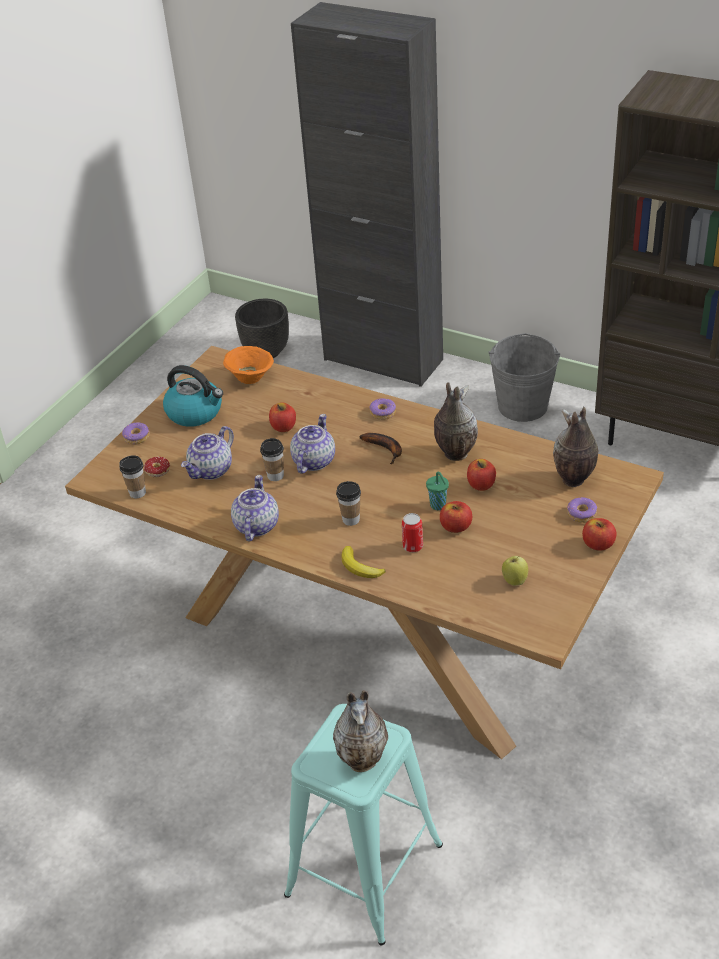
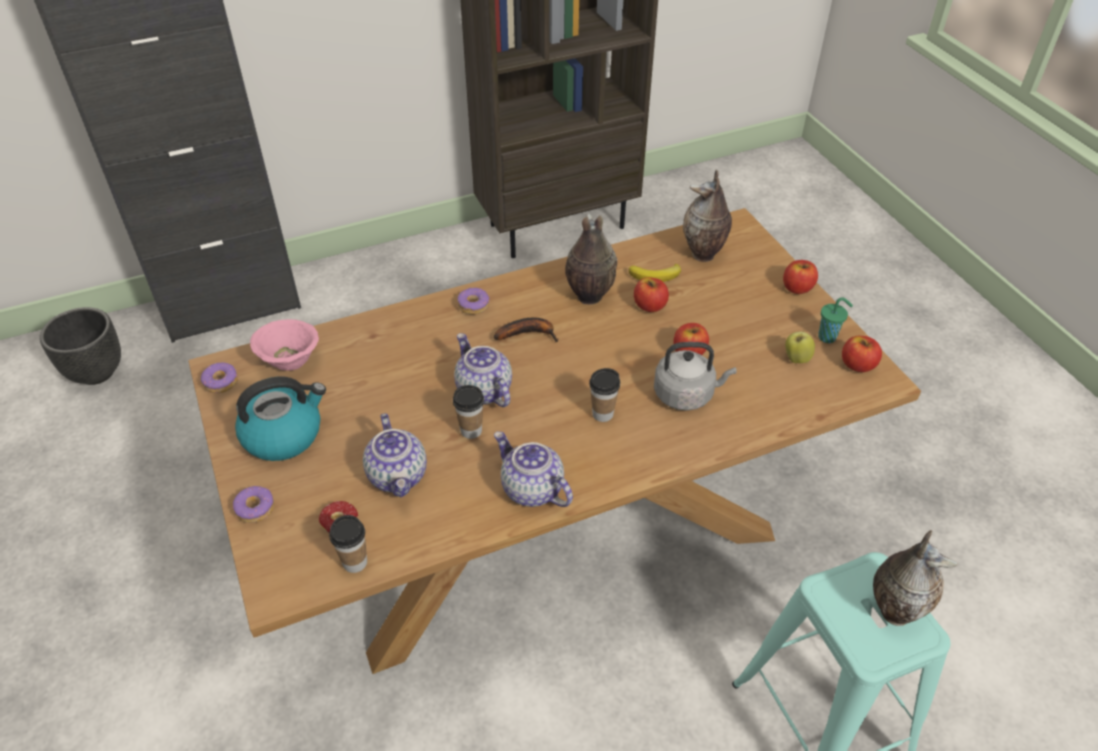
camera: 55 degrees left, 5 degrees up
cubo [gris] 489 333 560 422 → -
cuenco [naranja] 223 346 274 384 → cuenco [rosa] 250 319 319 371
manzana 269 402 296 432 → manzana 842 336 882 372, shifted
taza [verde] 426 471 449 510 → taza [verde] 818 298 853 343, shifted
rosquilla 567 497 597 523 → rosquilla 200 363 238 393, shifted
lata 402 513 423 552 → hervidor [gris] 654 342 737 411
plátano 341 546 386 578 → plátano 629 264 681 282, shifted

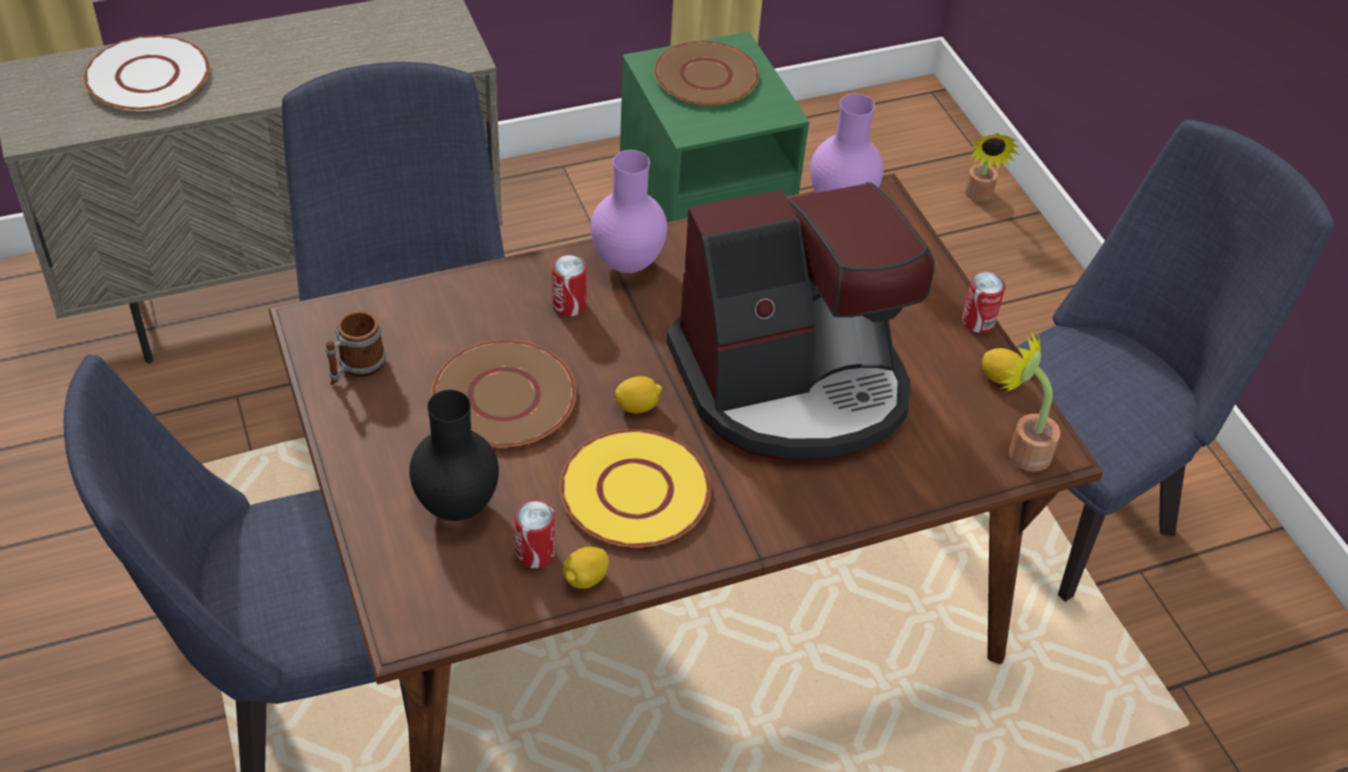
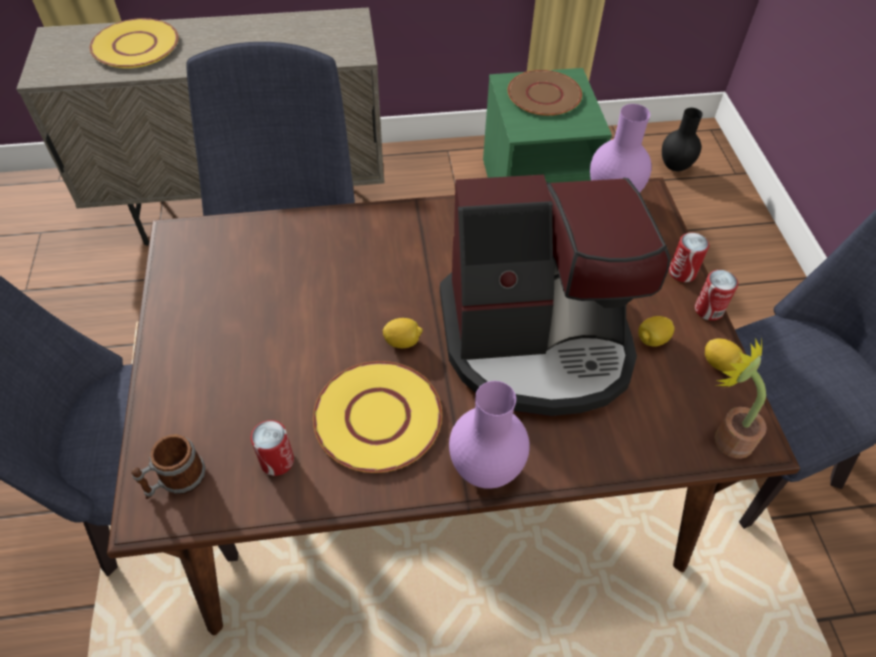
camera: 15 degrees right, 5 degrees up
plato [blanco] 84 35 210 111 → plato [amarillo] 90 18 179 68
planta en maceta 965 133 1019 202 → -
florero [morado] 591 150 667 273 → florero [morado] 449 381 530 489, shifted
lata 552 255 587 316 → lata 669 233 709 282, shifted
taza grande 325 310 386 385 → taza grande 132 434 206 499, shifted
plato [marrón] 431 340 576 447 → -
florero [negro] 409 390 499 521 → florero [negro] 662 108 703 171, shifted
limón 563 547 609 589 → limón 638 316 674 347, shifted

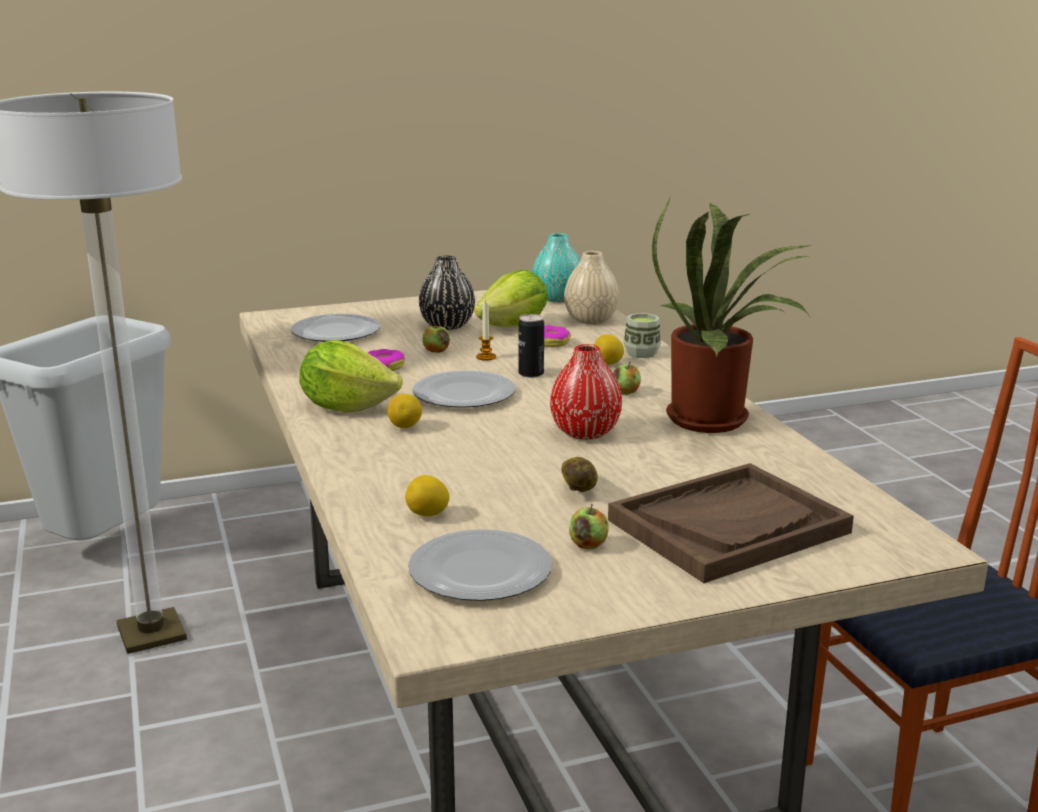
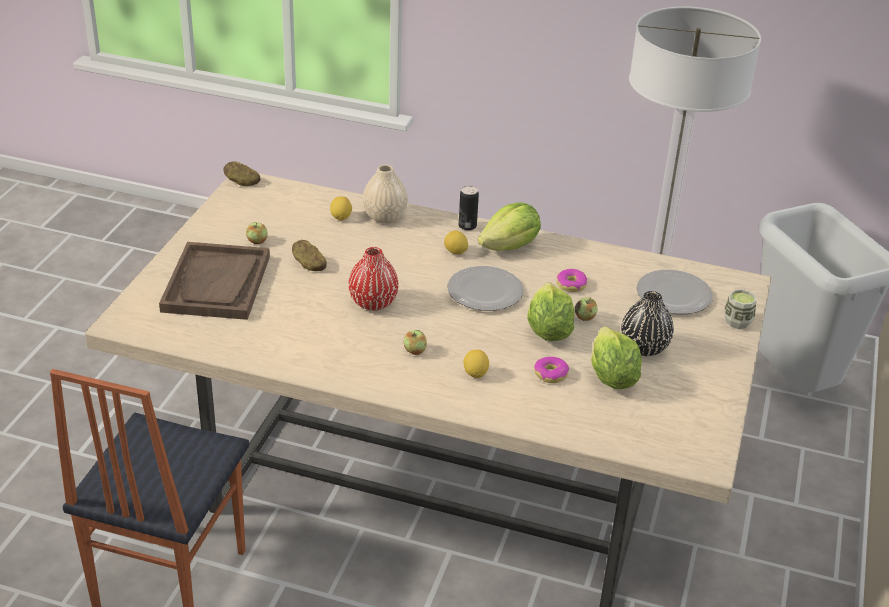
camera: 125 degrees right, 15 degrees up
planta en maceta 652 196 810 433 → -
florero [turquesa] 532 233 580 302 → -
florero [beis] 564 251 619 324 → florero [beis] 362 164 408 223, shifted
vela 476 301 496 361 → lechuga 527 283 575 341
taza 623 313 661 358 → taza 724 289 757 329, shifted
lata 518 314 544 378 → lata 459 185 479 231, shifted
plato 408 529 552 601 → -
- → patata 223 161 260 186

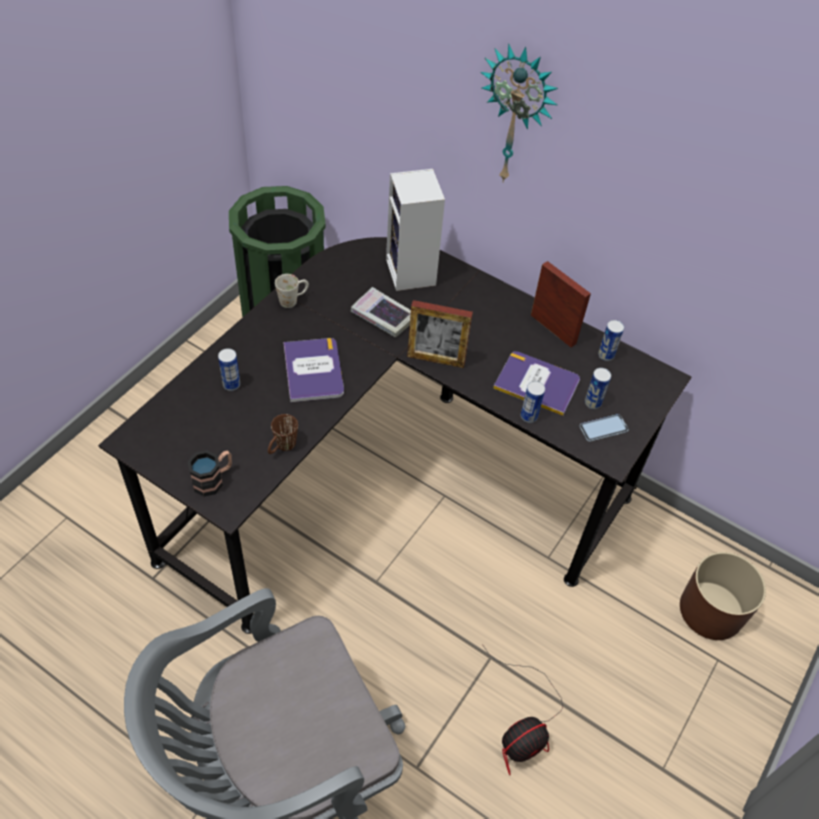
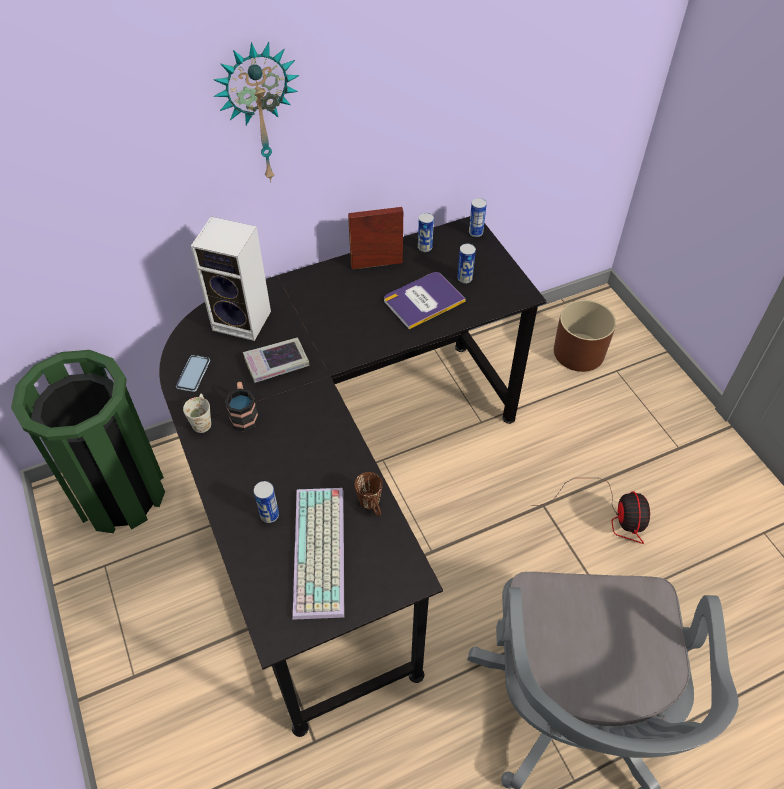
camera: 55 degrees left, 0 degrees up
portarretratos 407 300 473 368 → -
libro 283 338 344 402 → -
lata 521 381 545 423 → lata 469 198 487 237, shifted
móvil 579 414 629 442 → móvil 176 355 210 392, shifted
taza grande 188 450 232 496 → taza grande 225 382 259 432, shifted
- → teclado 292 488 344 620

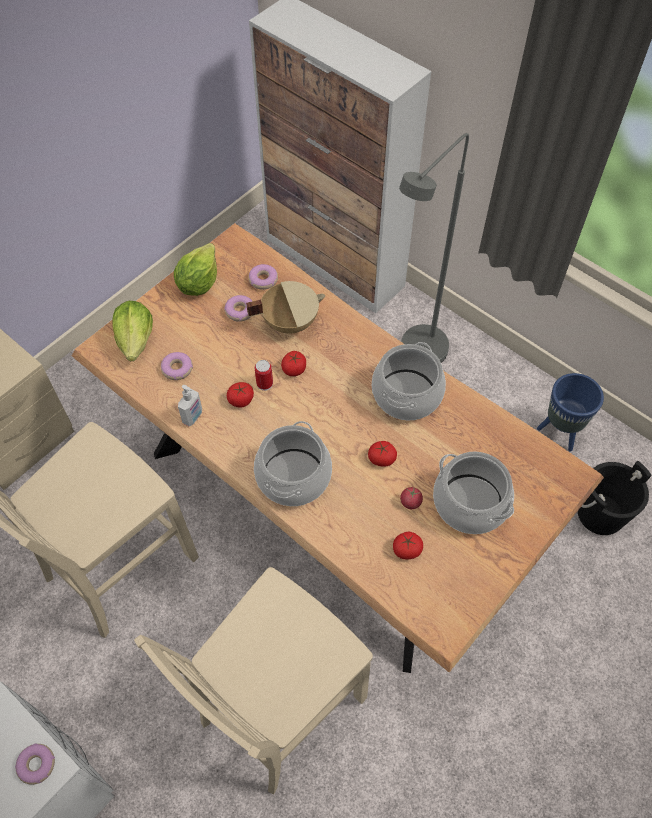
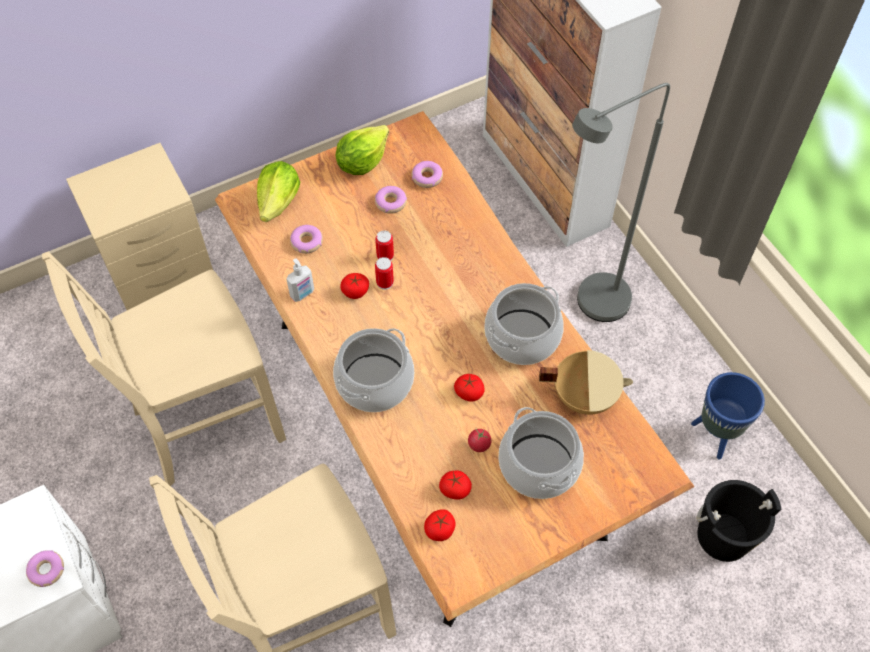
camera: 20 degrees right, 0 degrees up
olla [beis] 246 281 325 334 → olla [beis] 539 350 633 415, shifted
tomate 281 351 306 376 → tomate 424 509 456 541, shifted
- → lata 375 230 394 261

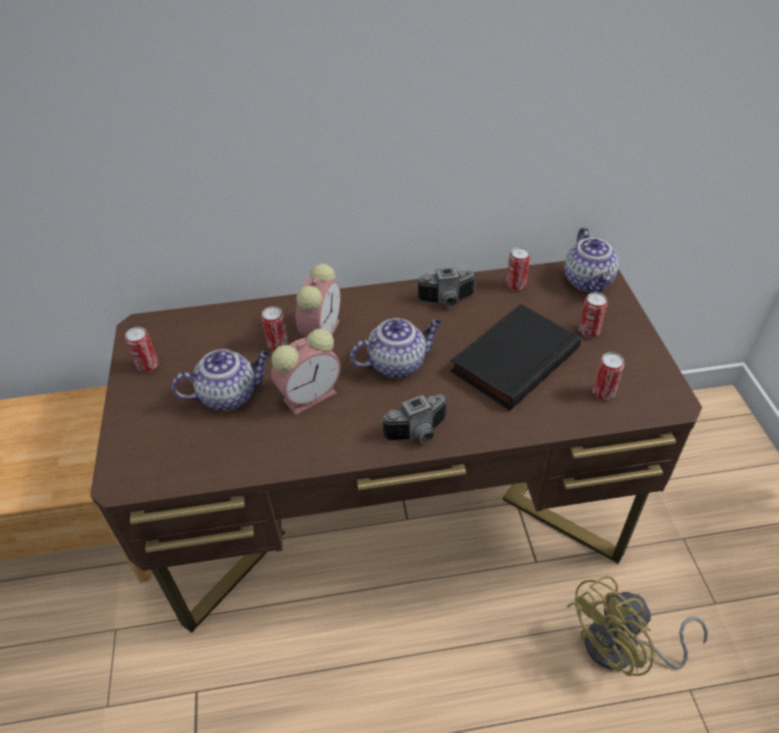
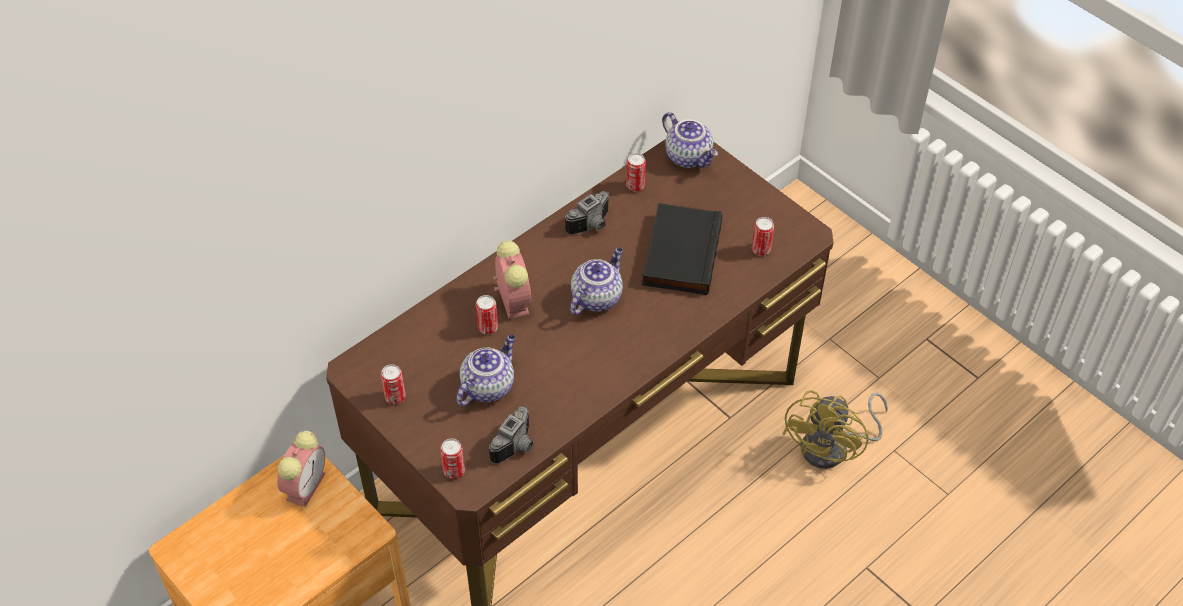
camera: 35 degrees left, 5 degrees up
lata 579 292 608 338 → lata 440 438 465 479, shifted
despertador 271 329 340 415 → despertador 277 431 325 507, shifted
cámara 382 394 447 443 → cámara 489 406 533 464, shifted

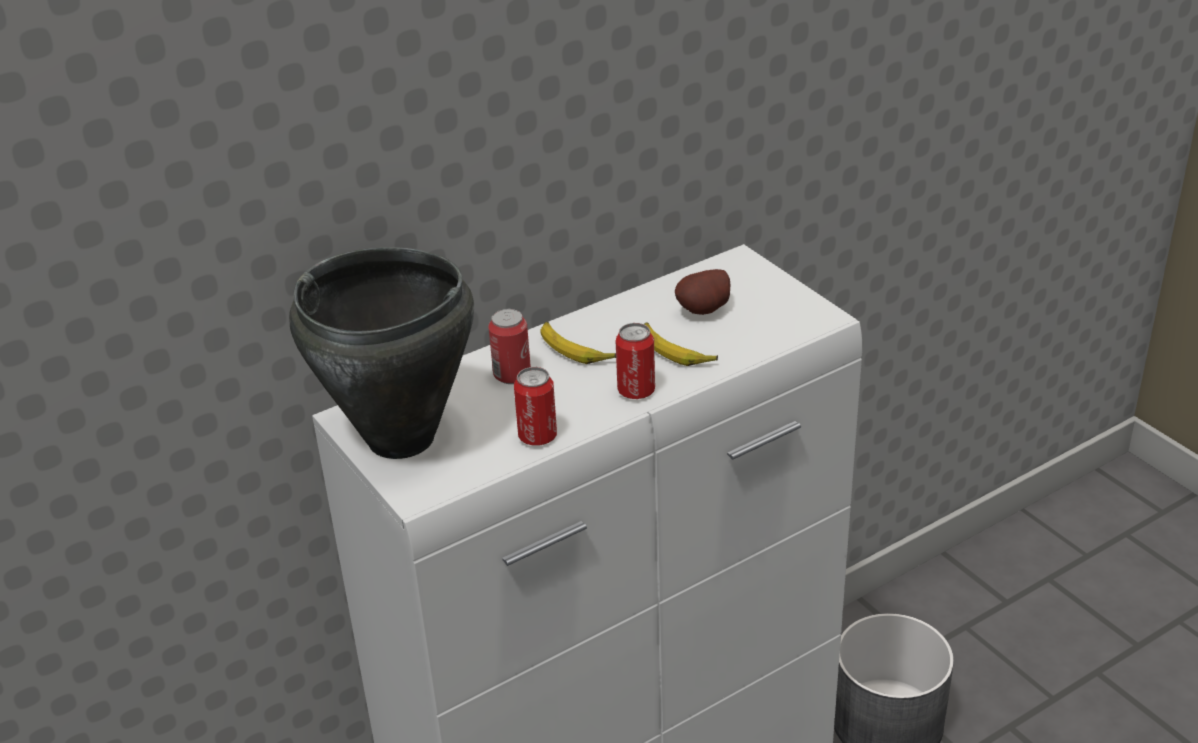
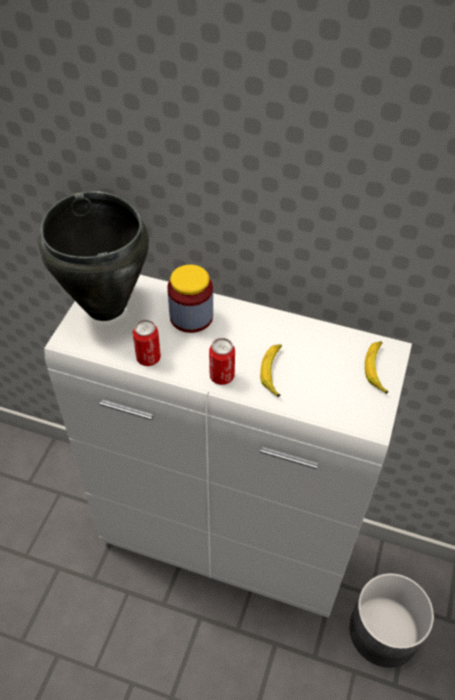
camera: 50 degrees right, 15 degrees up
patata 675 269 730 315 → -
lata 488 309 531 384 → tarro 167 265 213 333
plátano 540 322 616 364 → plátano 365 341 389 394, shifted

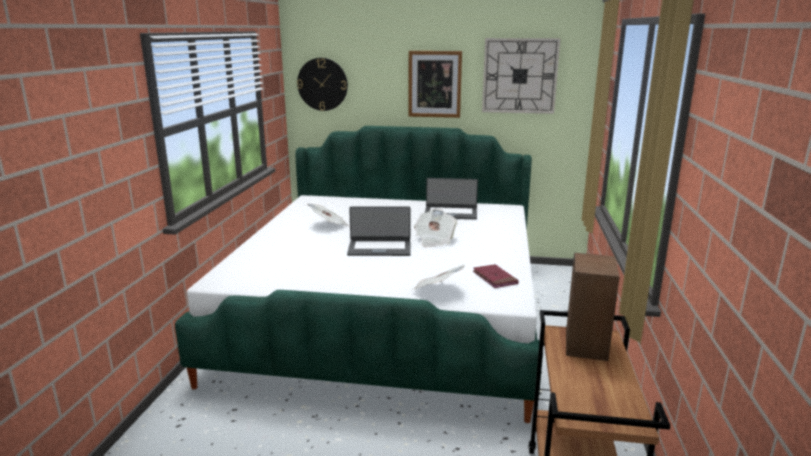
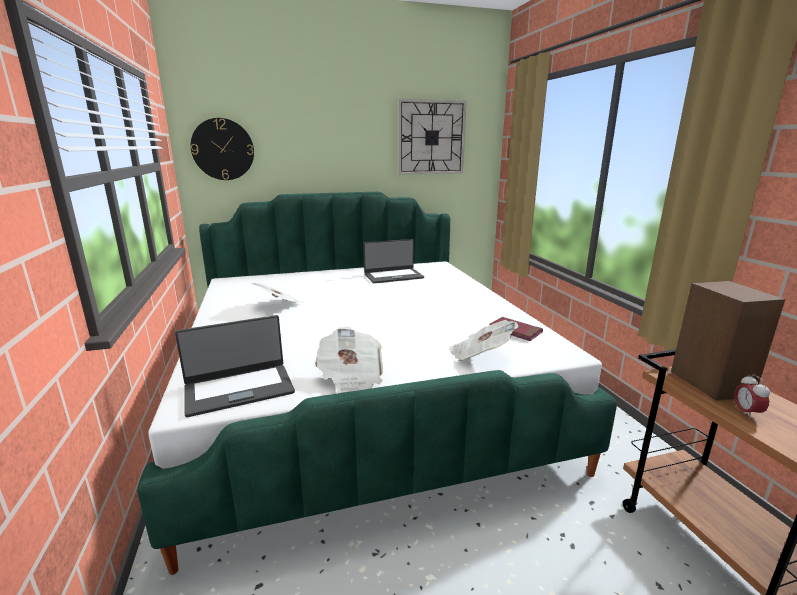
camera: 25 degrees left, 0 degrees up
cuadro 409 51 462 118 → -
portátil 347 207 411 256 → portátil 175 315 295 417, shifted
periódico 414 209 457 248 → periódico 315 327 383 393, shifted
- → despertador 734 374 770 419

